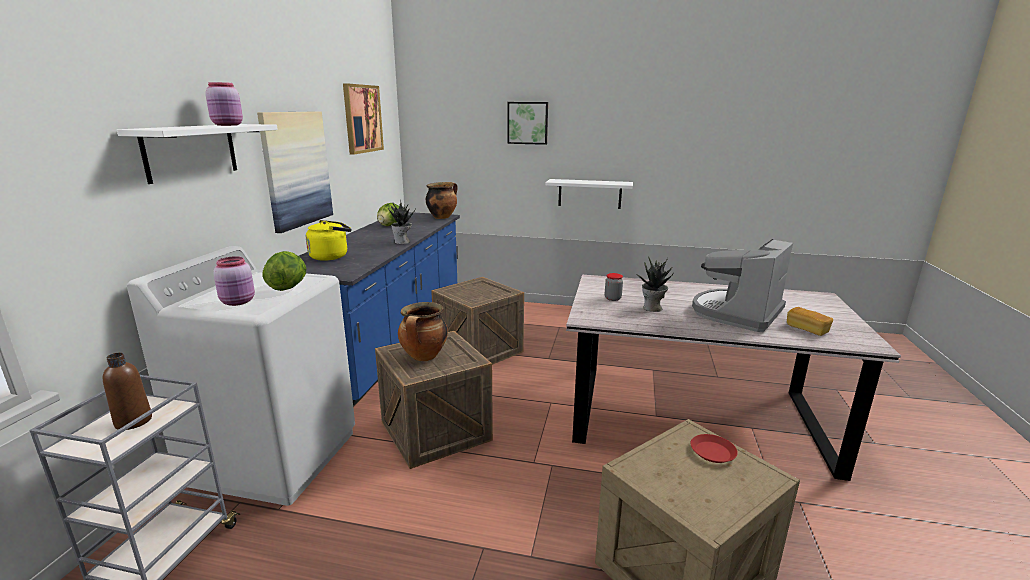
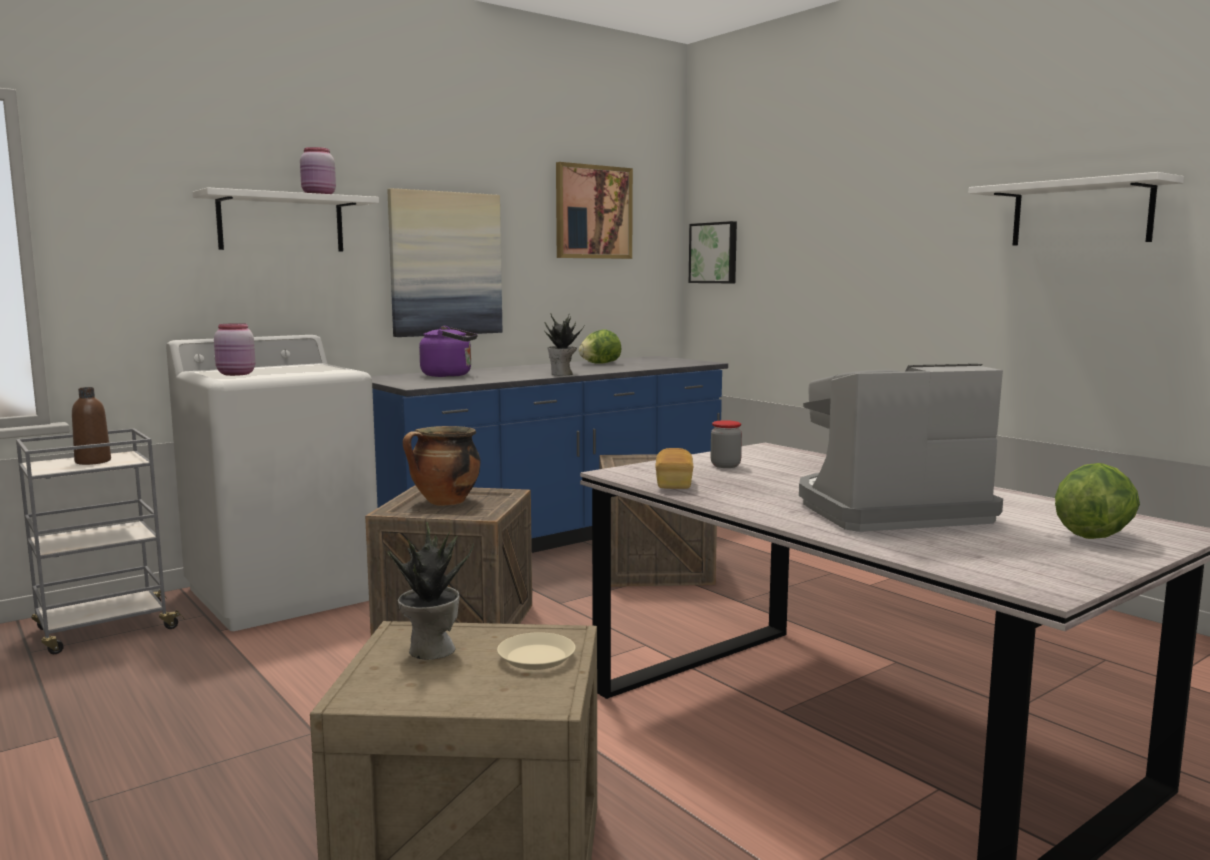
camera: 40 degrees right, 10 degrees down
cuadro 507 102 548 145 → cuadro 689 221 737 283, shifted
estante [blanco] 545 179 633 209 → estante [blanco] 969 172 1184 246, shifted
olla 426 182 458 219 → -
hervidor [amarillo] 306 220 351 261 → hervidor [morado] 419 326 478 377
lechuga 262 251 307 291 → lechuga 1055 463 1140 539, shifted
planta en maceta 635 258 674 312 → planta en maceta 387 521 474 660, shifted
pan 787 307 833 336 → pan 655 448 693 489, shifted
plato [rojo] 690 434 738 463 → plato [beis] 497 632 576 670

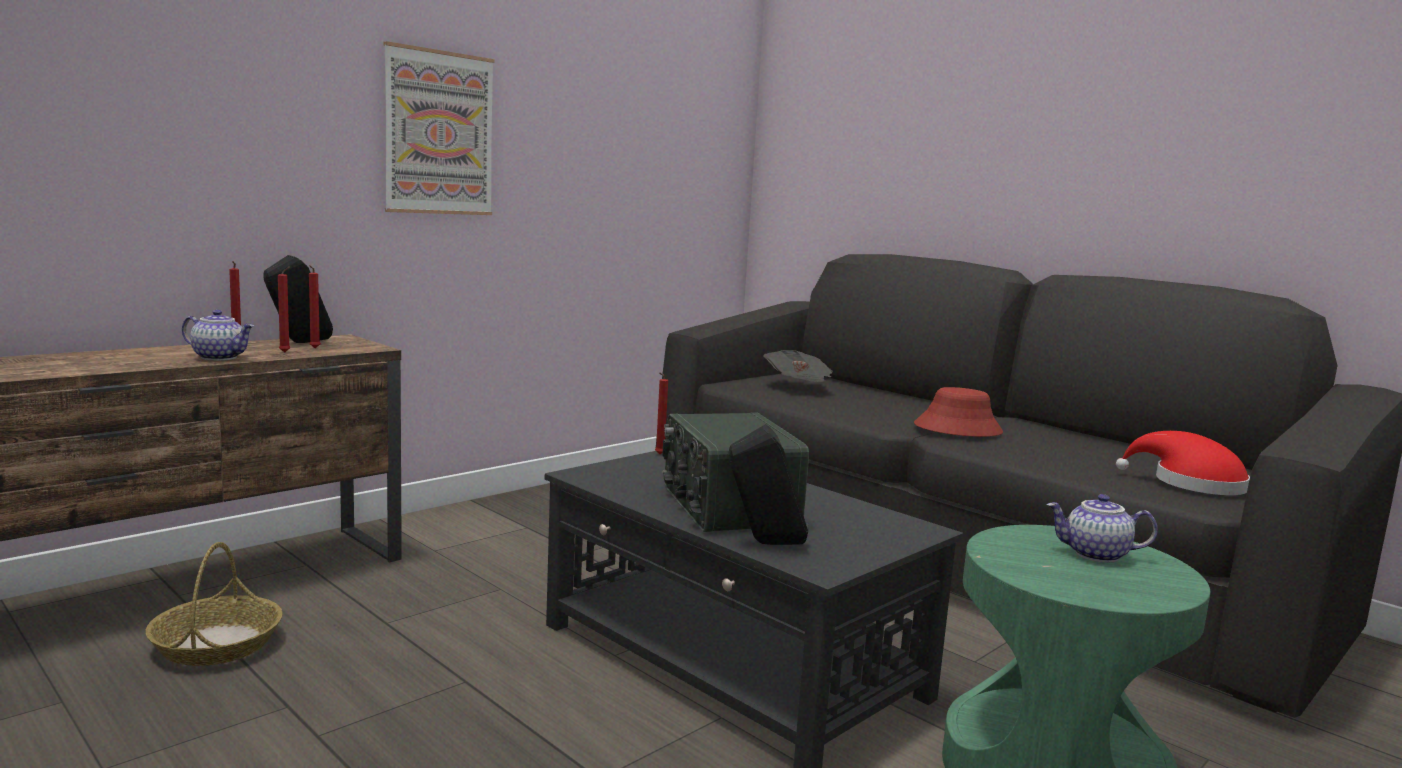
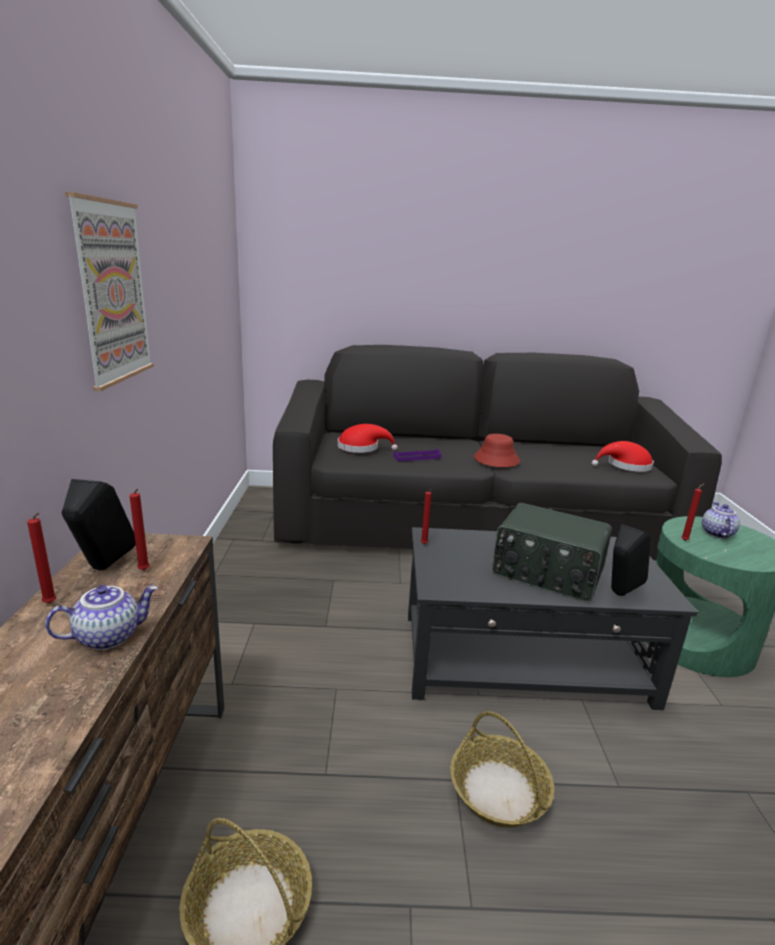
camera: 45 degrees left, 10 degrees up
vela [rojo] 278 267 290 352 → vela [rojo] 681 483 705 541, shifted
periódico 763 350 833 382 → sombrero [rojo] 338 424 398 453
tetera 1046 494 1158 563 → tetera 702 502 740 538, 135 degrees clockwise
- → bandeja [morado] 393 449 441 461
- → cesta 450 711 554 828

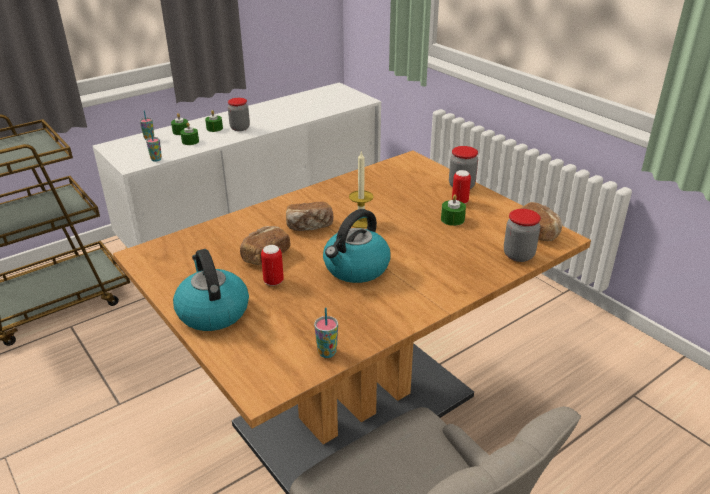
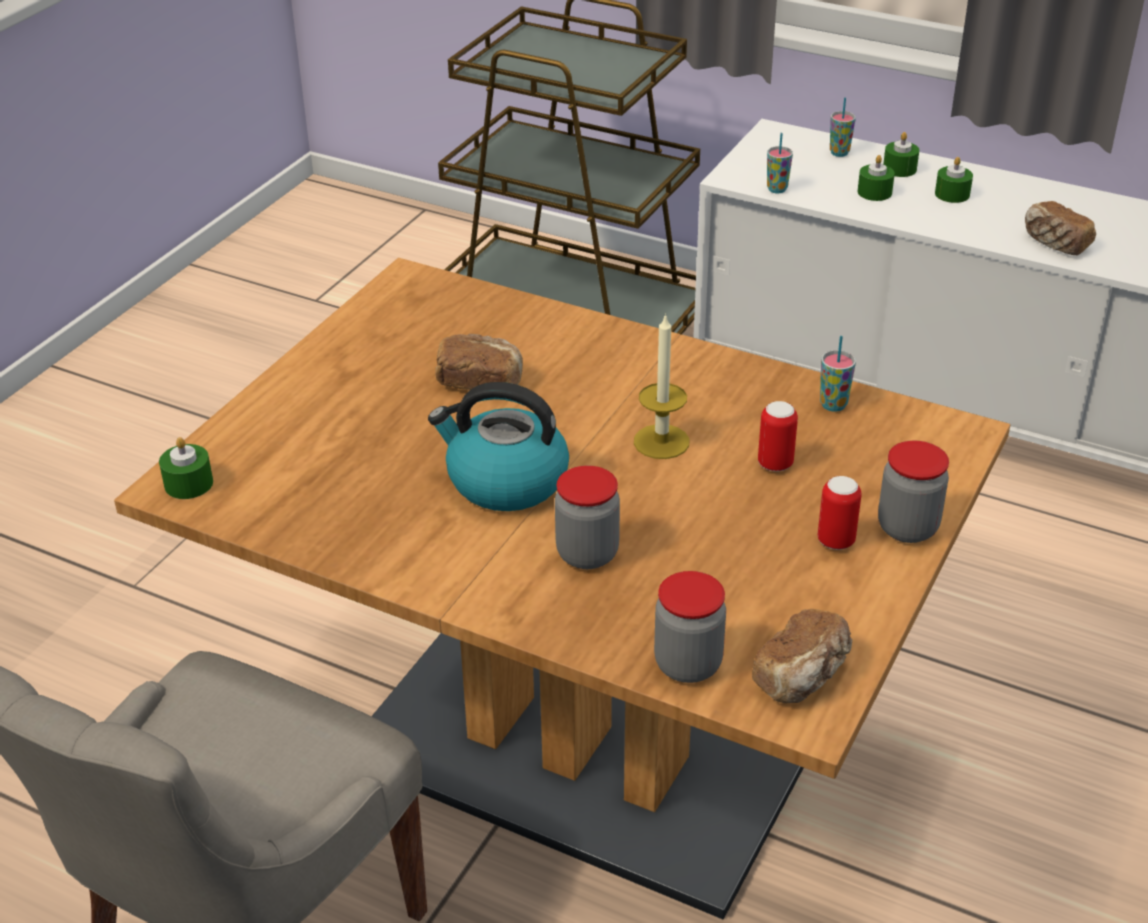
camera: 65 degrees right, 5 degrees up
tarro 228 98 250 131 → tarro 555 465 620 569, shifted
vela [verde] 441 194 466 226 → vela [verde] 159 437 213 499, shifted
pan 286 202 333 231 → pan 1025 201 1096 255, shifted
lata 261 245 284 286 → lata 758 401 798 472, shifted
hervidor 173 249 249 331 → -
taza 314 308 338 358 → taza 820 336 856 412, shifted

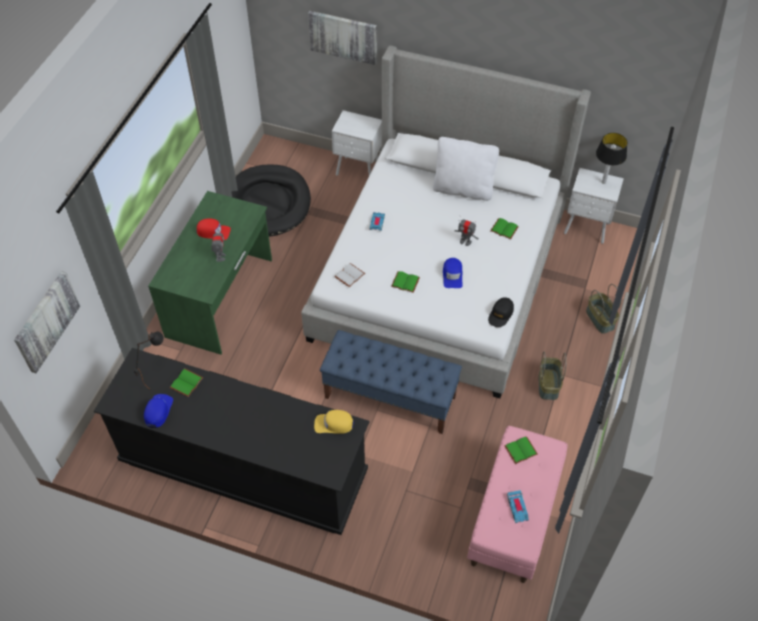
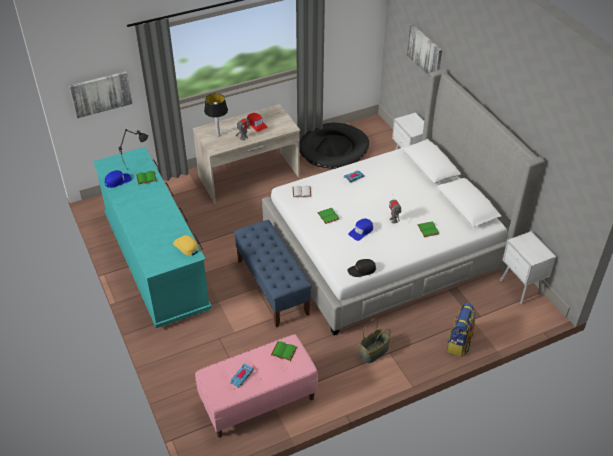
camera: 45 degrees right, 10 degrees down
lámpara de mesa 596 133 627 184 → lámpara de mesa 204 93 228 137, shifted
cojín [blanco] 433 137 499 201 → -
escritorio [verde] 148 191 272 355 → escritorio [beis] 193 104 300 204
cesta 586 284 621 334 → mochila 447 303 475 357
cómoda [negro] 94 348 370 535 → cómoda [turquesa] 93 147 212 328

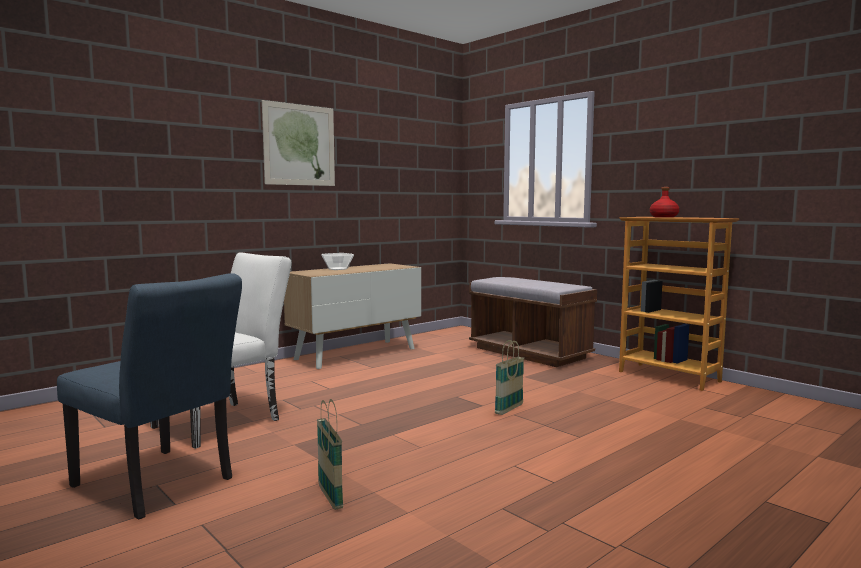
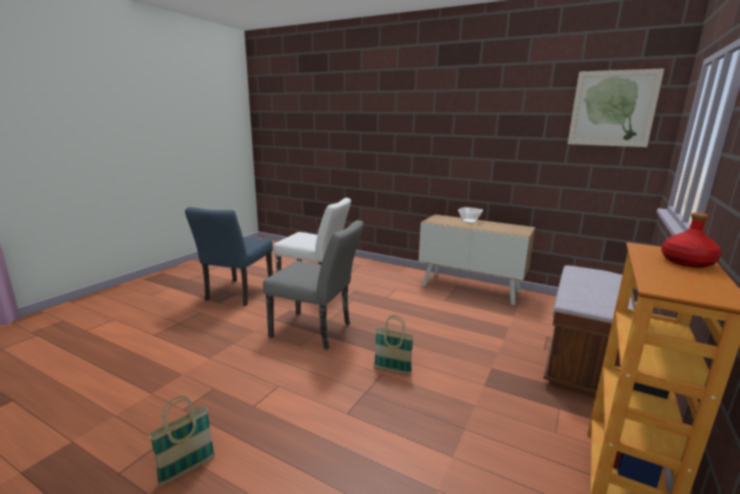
camera: 70 degrees right, 10 degrees up
cuadro 262 100 335 186 → cuadro 568 69 664 147, shifted
cesta 317 399 343 510 → cesta 148 396 215 486, shifted
- → silla [gris] 263 220 364 350

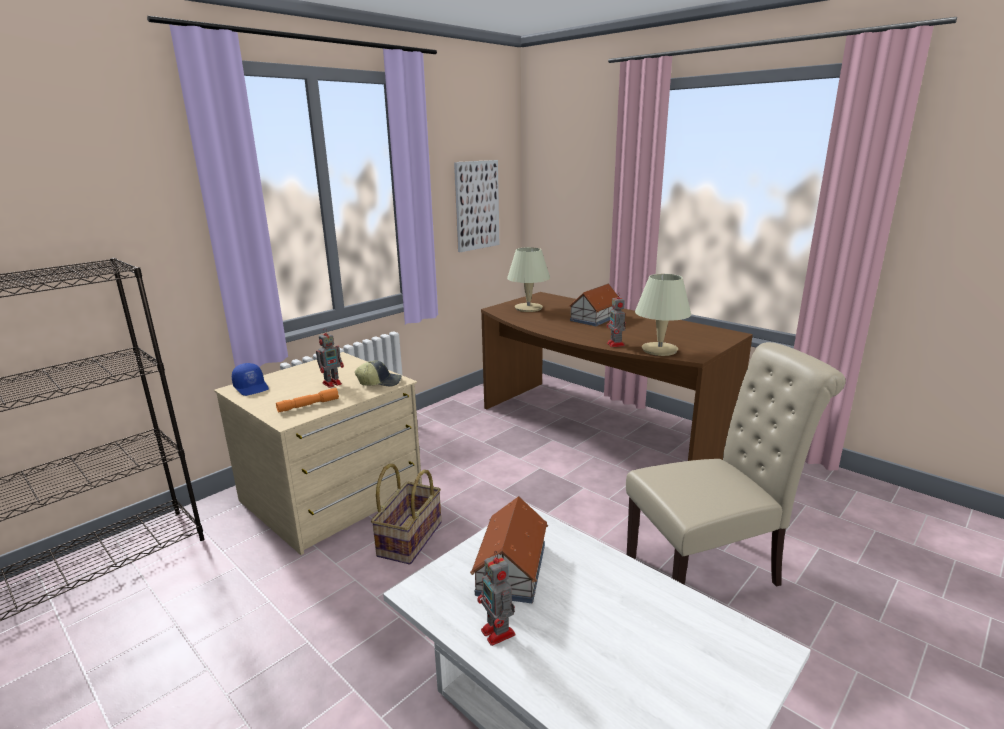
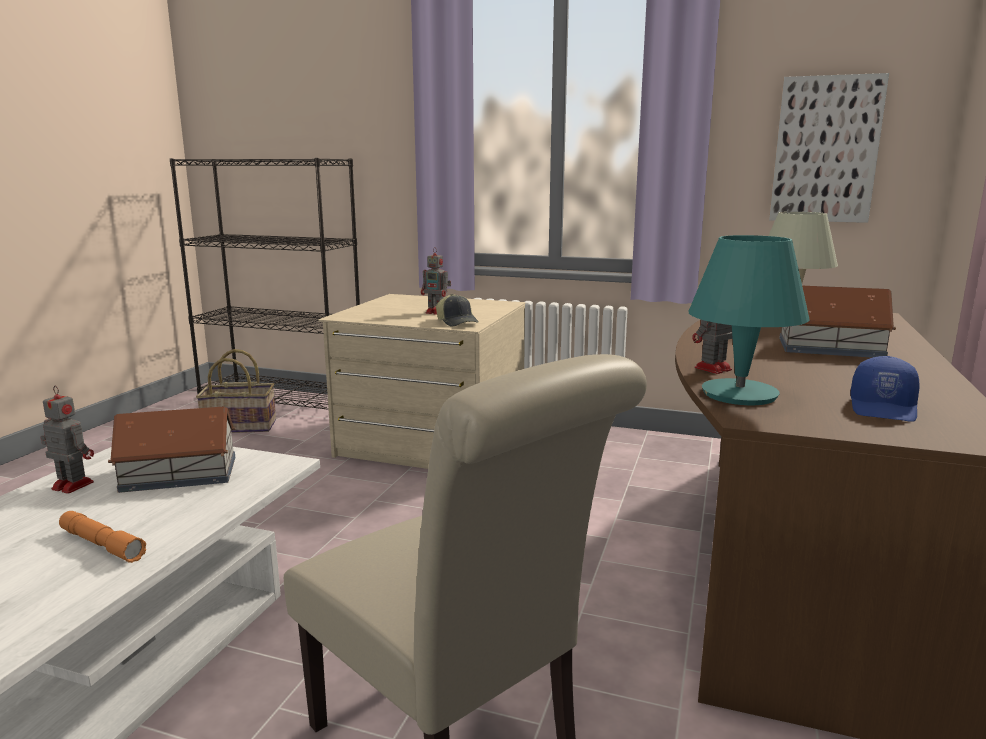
camera: 65 degrees right, 5 degrees down
lámpara de mesa [beis] 635 274 691 356 → lámpara de mesa [turquesa] 688 235 809 405
gorra [azul] 232 363 269 396 → gorra [azul] 850 356 919 422, shifted
linterna [naranja] 276 388 339 412 → linterna [naranja] 59 511 146 563, shifted
cesta 371 464 442 565 → cesta 196 349 276 433, shifted
robot de juguete 477 551 515 646 → robot de juguete 40 385 94 494, 75 degrees clockwise

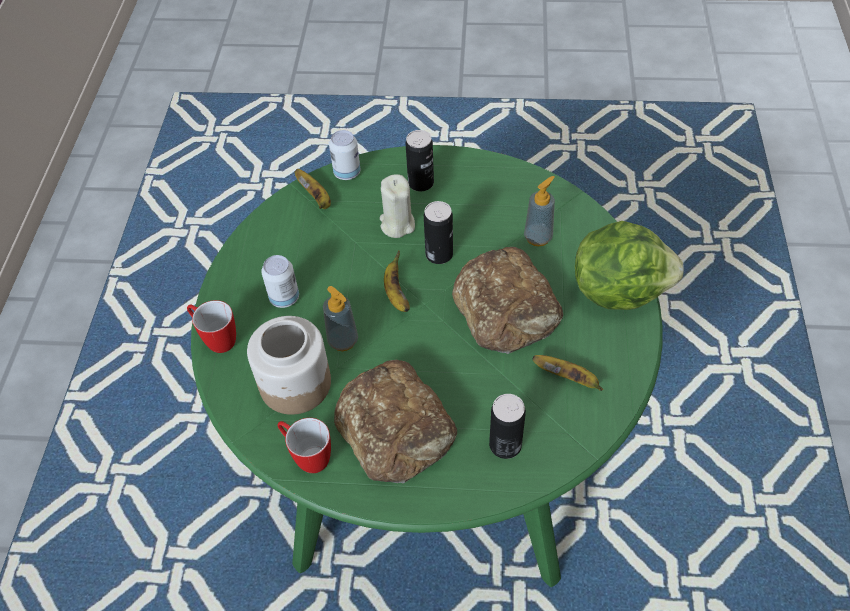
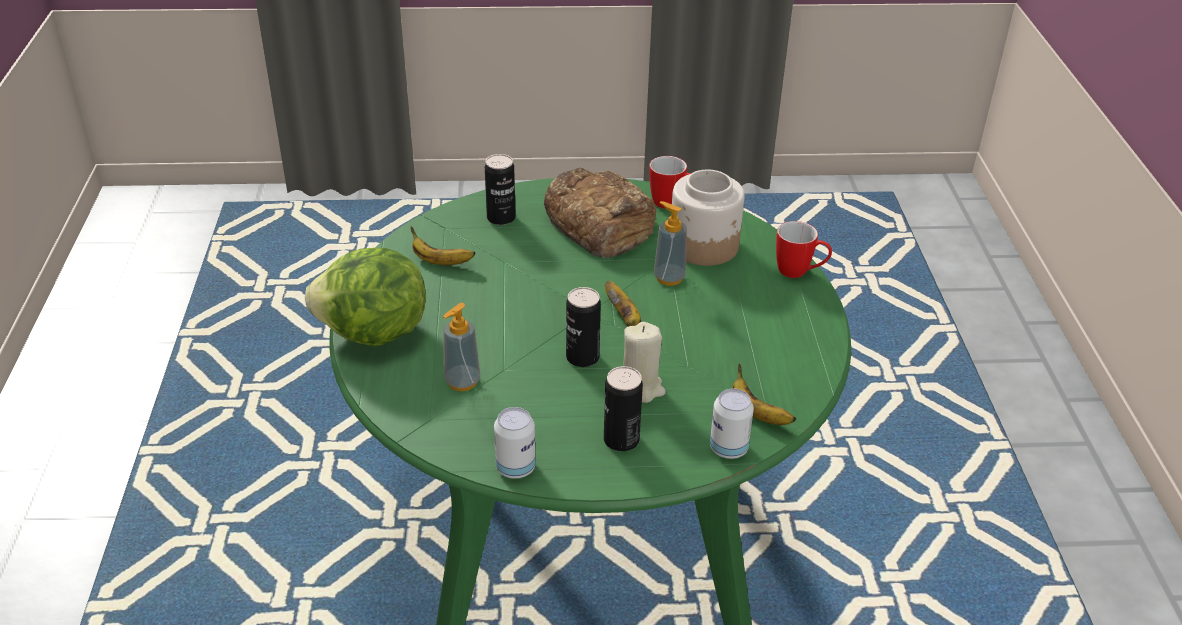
camera: 170 degrees right, 15 degrees down
pan 452 247 563 354 → -
lata 261 255 299 308 → lata 494 407 535 479, shifted

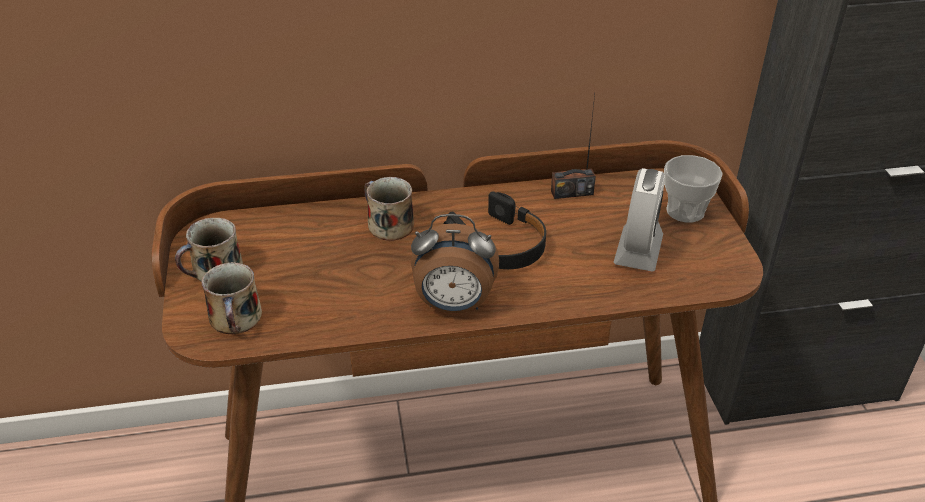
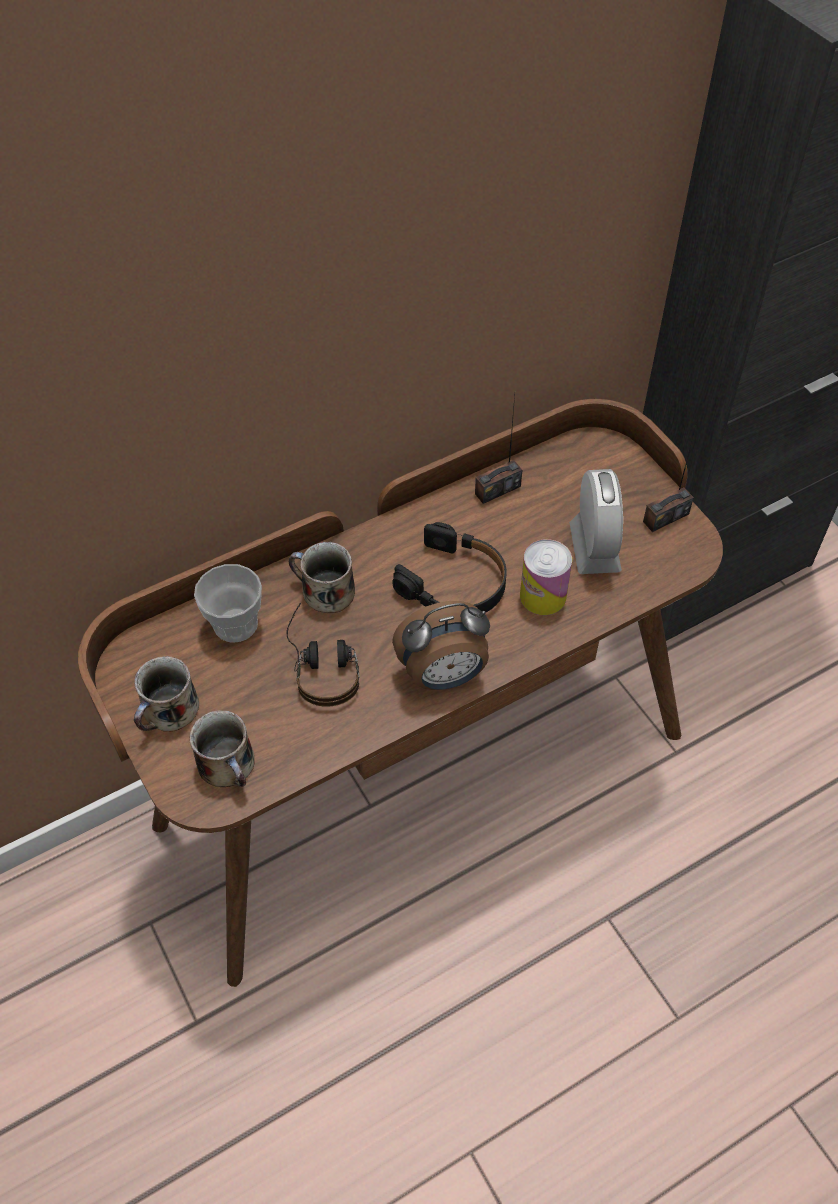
camera: 20 degrees left, 15 degrees up
taza 664 155 723 223 → taza 194 564 262 642, shifted
- → radio 643 419 698 532
- → lata 520 539 572 615
- → auriculares 286 603 360 707

